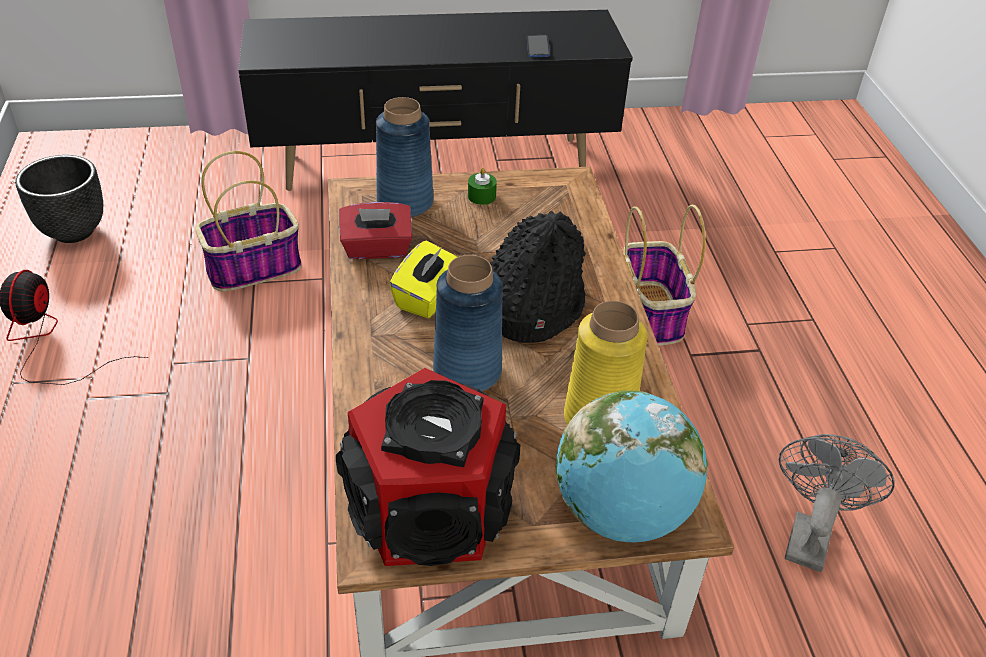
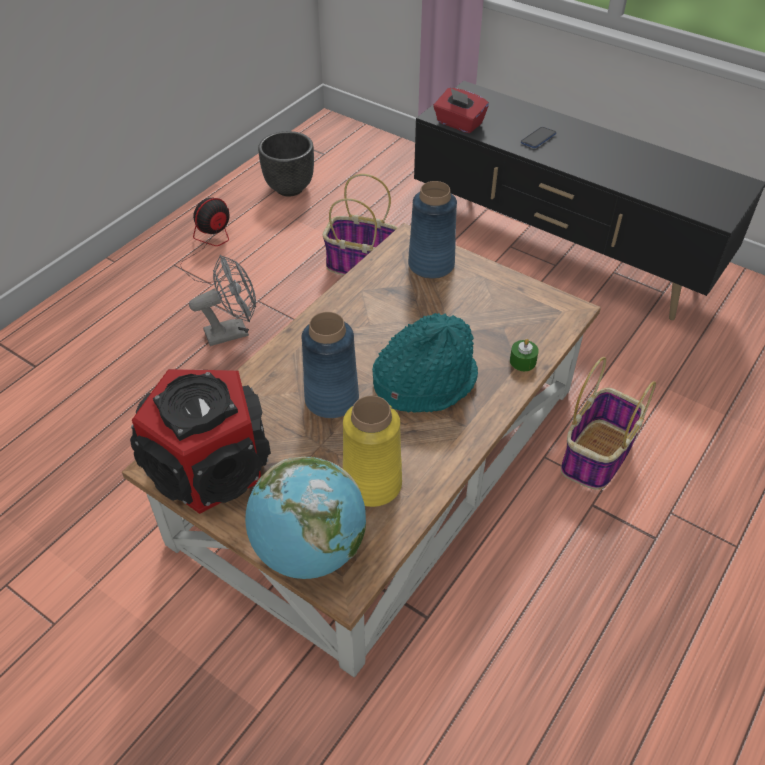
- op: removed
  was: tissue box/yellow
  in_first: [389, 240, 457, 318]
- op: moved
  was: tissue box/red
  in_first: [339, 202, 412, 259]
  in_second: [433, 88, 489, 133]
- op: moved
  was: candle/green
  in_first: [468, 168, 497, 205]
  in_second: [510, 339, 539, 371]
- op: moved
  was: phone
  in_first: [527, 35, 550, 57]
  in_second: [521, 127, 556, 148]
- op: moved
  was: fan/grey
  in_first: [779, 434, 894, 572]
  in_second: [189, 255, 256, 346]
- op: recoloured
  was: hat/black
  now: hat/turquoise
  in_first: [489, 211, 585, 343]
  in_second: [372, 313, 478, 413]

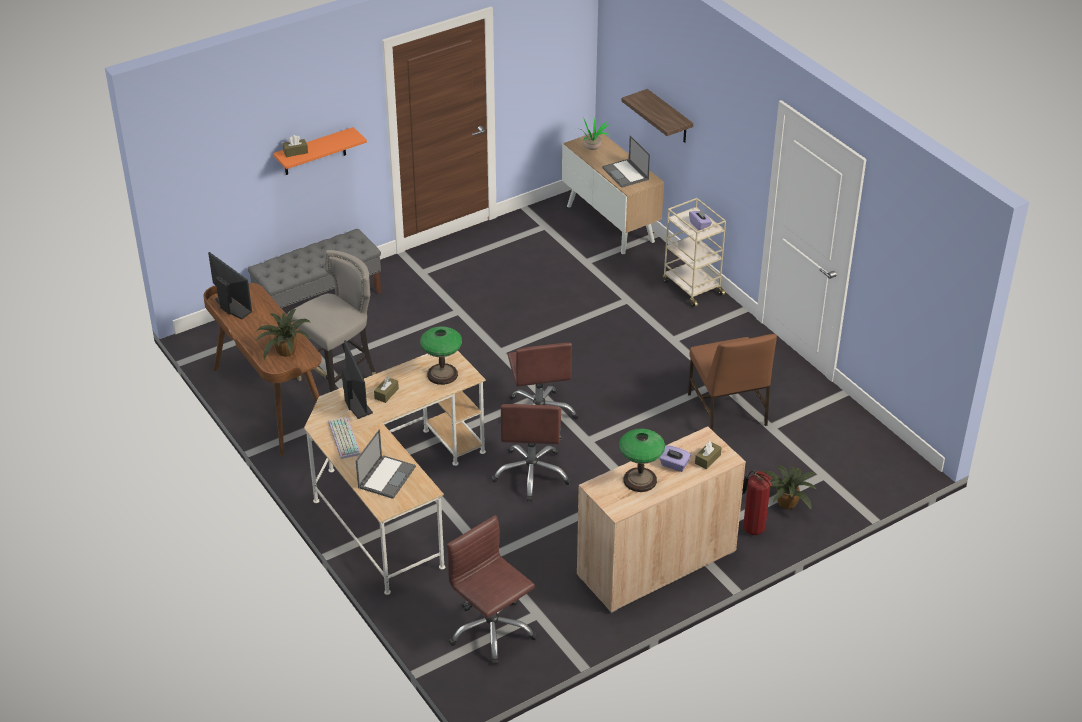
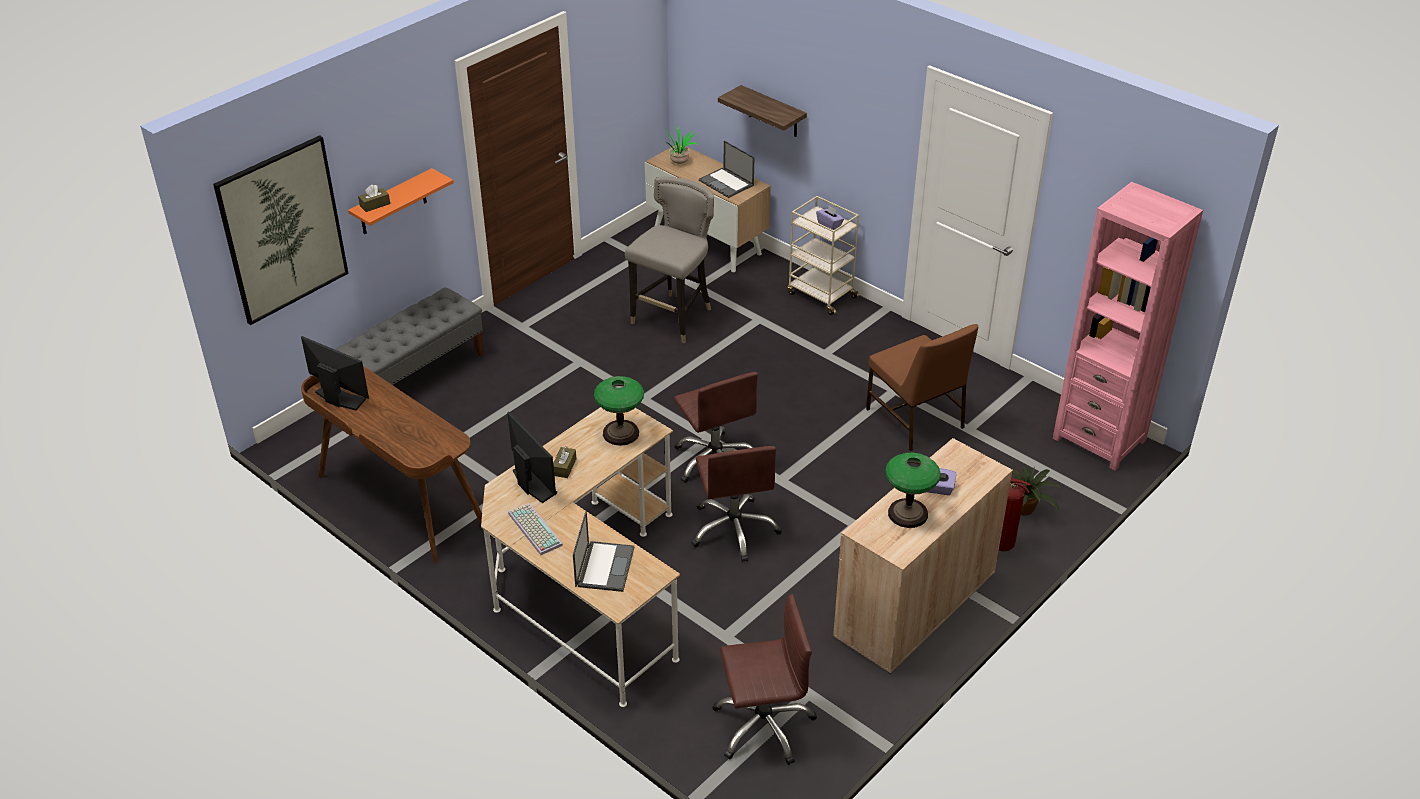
- op: removed
  was: potted plant
  in_first: [256, 309, 310, 359]
- op: removed
  was: tissue box/brown
  in_first: [695, 441, 722, 470]
- op: added
  now: picture
  in_second: [213, 135, 349, 325]
- op: added
  now: bookcase/pink
  in_second: [1053, 182, 1203, 471]
- op: moved
  was: stool/grey
  in_first: [287, 250, 376, 392]
  in_second: [625, 177, 714, 343]
- op: turned
  was: office chair/brown
  in_first: [447, 515, 537, 665]
  in_second: [712, 594, 817, 765]
  clockwise: 135

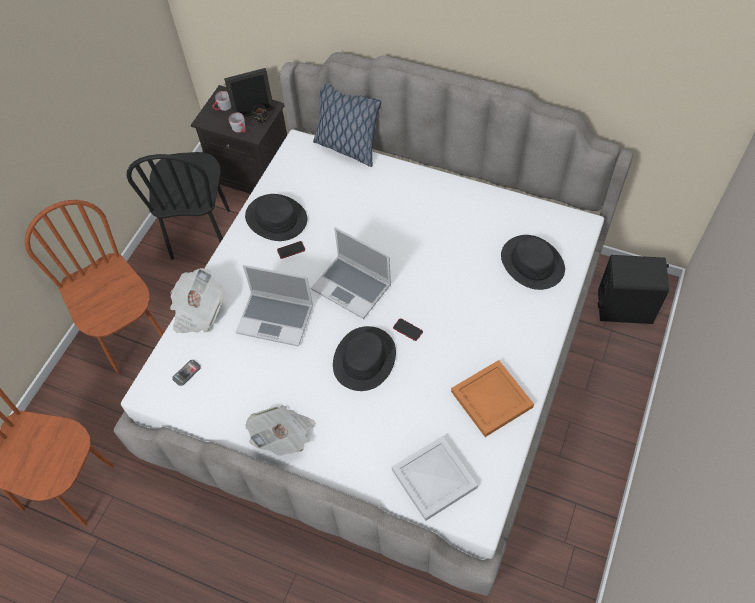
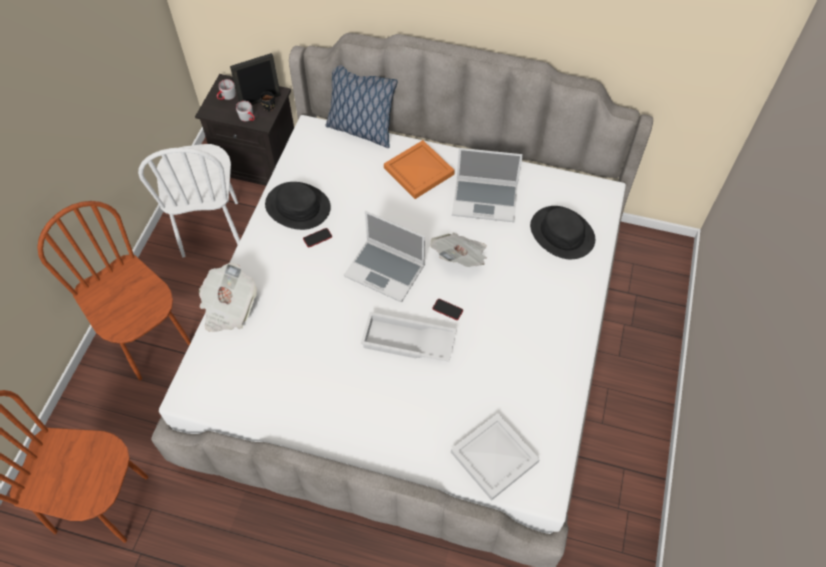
- op: removed
  was: phone
  in_first: [172, 360, 201, 386]
- op: removed
  was: speaker/black
  in_first: [598, 255, 669, 324]
- op: moved
  was: laptop
  in_first: [236, 265, 313, 347]
  in_second: [452, 148, 523, 222]
- op: moved
  was: newspaper
  in_first: [246, 405, 315, 456]
  in_second: [430, 233, 487, 267]
- op: moved
  was: tray/orange
  in_first: [451, 360, 534, 437]
  in_second: [384, 140, 455, 199]
- op: replaced
  was: hat/black
  now: tray/white
  in_first: [333, 326, 396, 391]
  in_second: [361, 312, 457, 362]
- op: recoloured
  was: chair/black
  now: chair/white
  in_first: [127, 152, 230, 260]
  in_second: [138, 144, 240, 258]

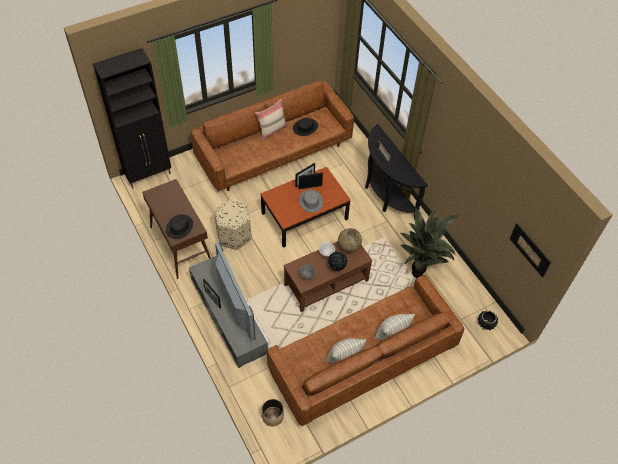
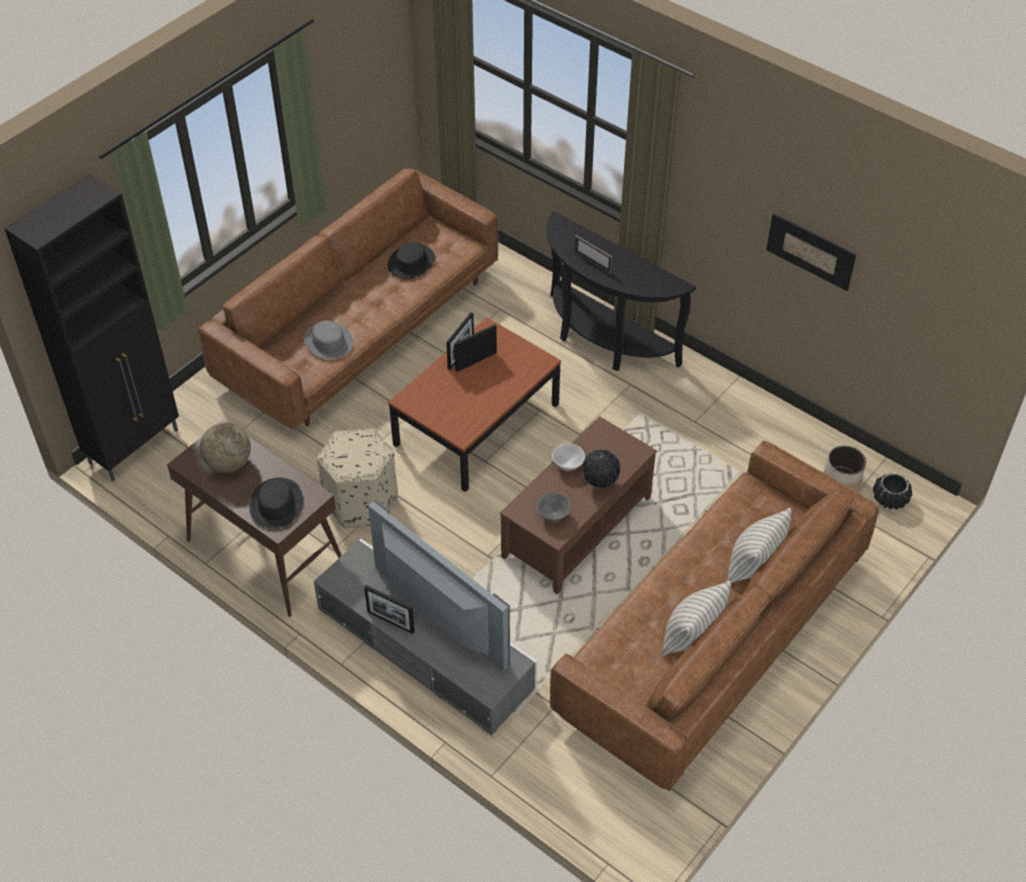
- op: removed
  was: pillow/beige
  in_first: [255, 99, 288, 140]
- op: removed
  was: potted plant
  in_first: [401, 208, 459, 278]
- op: moved
  was: planter
  in_first: [262, 399, 284, 426]
  in_second: [824, 446, 866, 491]
- op: moved
  was: hat/grey
  in_first: [299, 190, 323, 212]
  in_second: [304, 320, 353, 360]
- op: moved
  was: globe
  in_first: [338, 228, 362, 252]
  in_second: [200, 423, 251, 473]
- op: moved
  was: picture
  in_first: [510, 224, 551, 278]
  in_second: [766, 214, 857, 291]

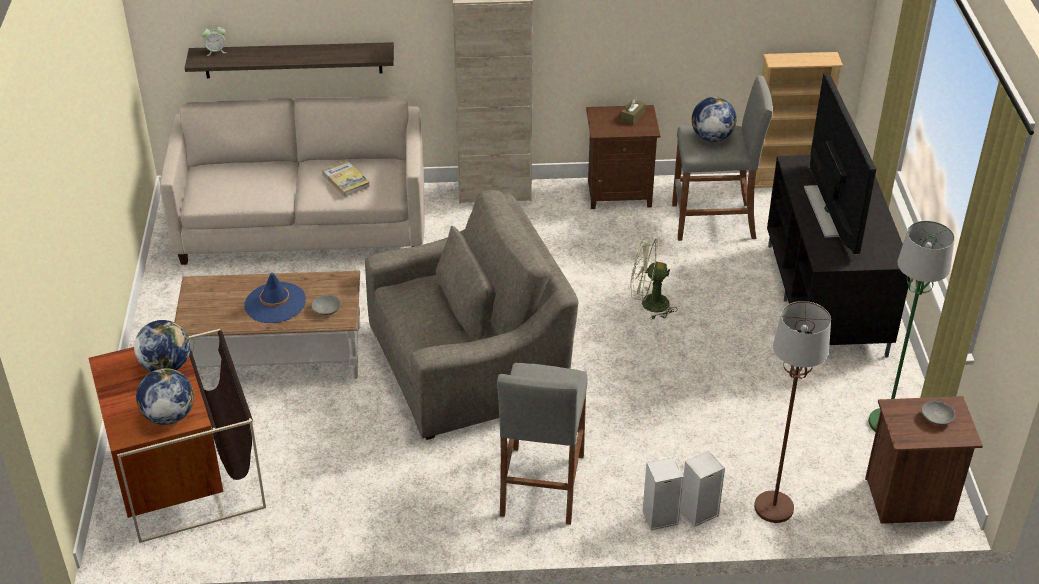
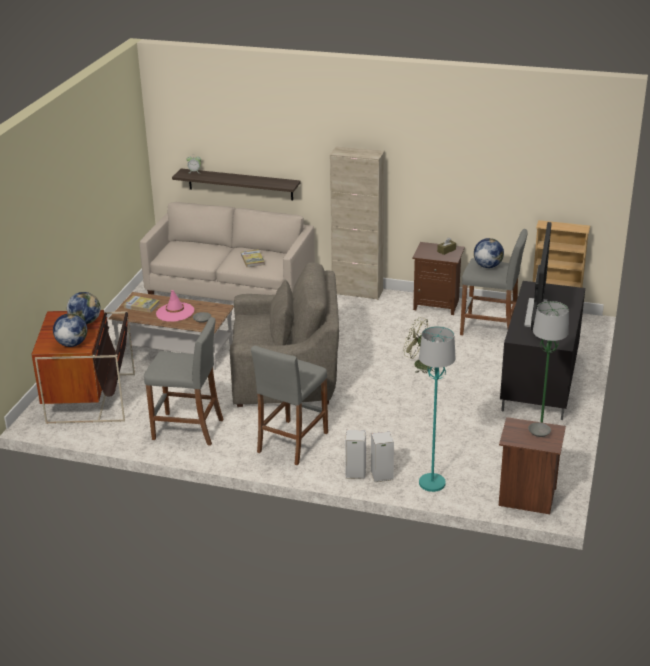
- op: added
  now: book
  in_second: [124, 296, 160, 313]
- op: added
  now: stool/grey
  in_second: [144, 317, 224, 446]
- op: recoloured
  was: hat/blue
  now: hat/pink
  in_first: [244, 273, 306, 323]
  in_second: [156, 290, 194, 322]
- op: recoloured
  was: floor lamp/brown
  now: floor lamp/turquoise
  in_first: [754, 301, 831, 523]
  in_second: [419, 326, 456, 492]

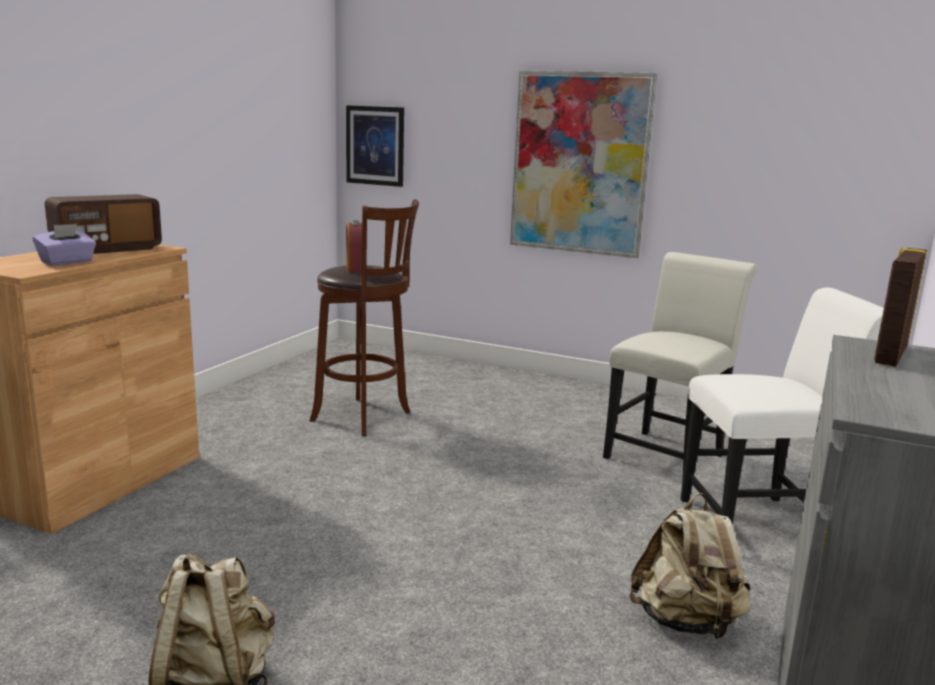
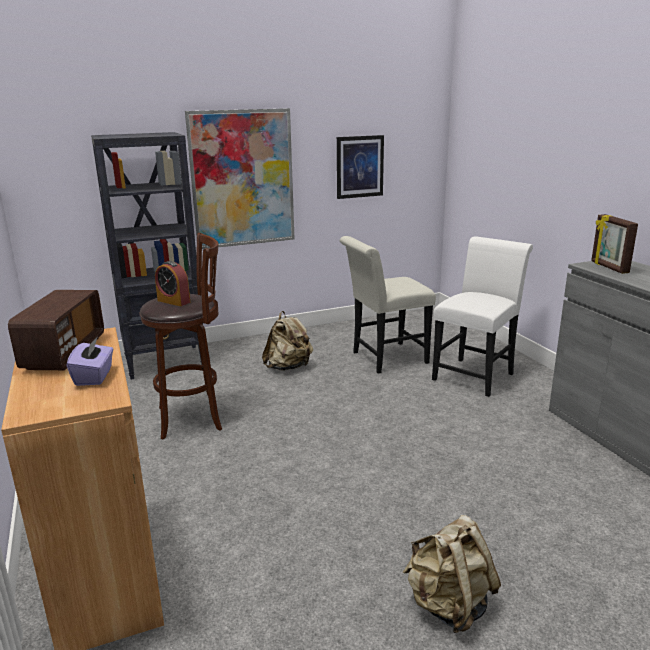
- op: added
  now: bookcase/black
  in_second: [91, 132, 202, 380]
- op: moved
  was: picture
  in_first: [346, 105, 404, 187]
  in_second: [337, 135, 384, 199]
- op: moved
  was: backpack/beige
  in_first: [629, 493, 751, 639]
  in_second: [262, 311, 313, 371]
- op: turned
  was: chair/white
  in_first: [603, 252, 757, 473]
  in_second: [340, 236, 436, 373]
  clockwise: -105

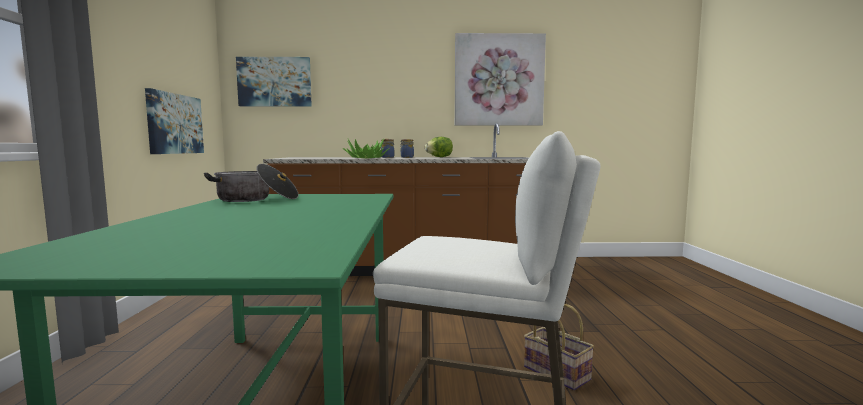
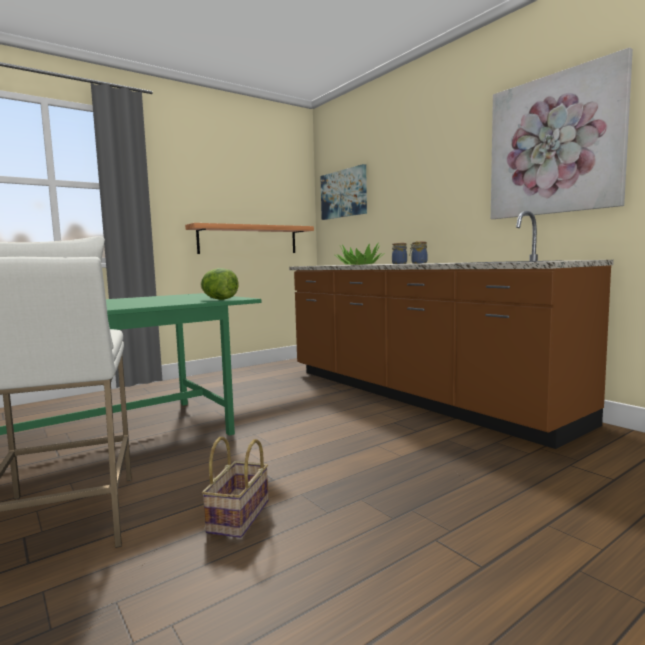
- op: removed
  was: cooking pot
  in_first: [204, 164, 299, 202]
- op: moved
  was: lettuce
  in_first: [425, 137, 453, 157]
  in_second: [200, 268, 239, 300]
- op: replaced
  was: picture
  now: shelf
  in_first: [145, 88, 204, 154]
  in_second: [185, 223, 314, 254]

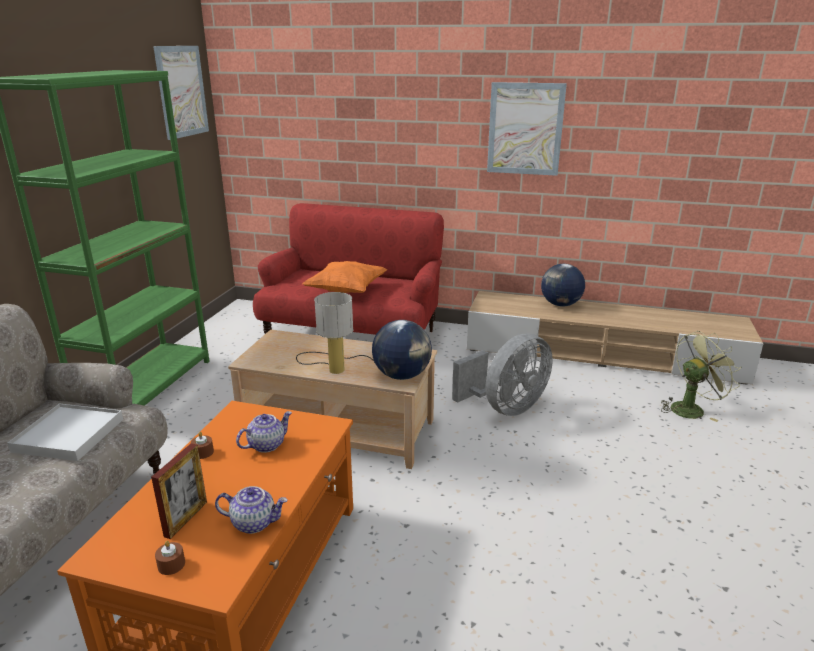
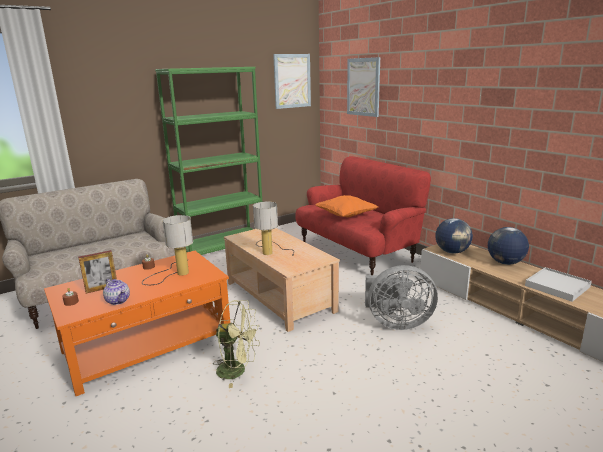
- op: moved
  was: tray/white
  in_first: [7, 403, 123, 461]
  in_second: [525, 267, 592, 302]
- op: moved
  was: globe
  in_first: [372, 320, 432, 380]
  in_second: [435, 218, 473, 254]
- op: moved
  was: picture
  in_first: [487, 82, 567, 176]
  in_second: [347, 57, 380, 117]
- op: moved
  was: fan/green
  in_first: [661, 331, 741, 422]
  in_second: [213, 300, 260, 388]
- op: replaced
  was: teapot
  now: table lamp
  in_first: [236, 411, 292, 453]
  in_second: [142, 215, 193, 285]

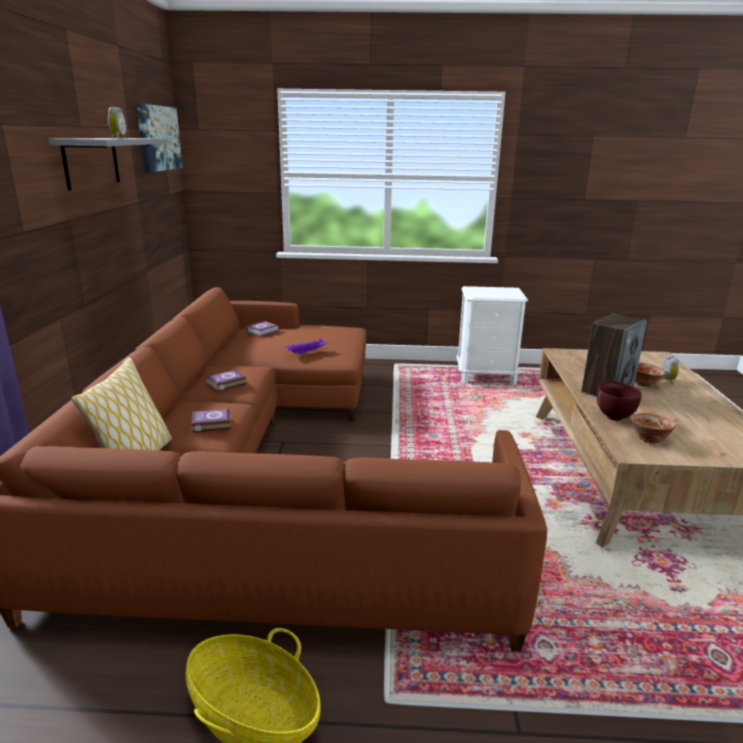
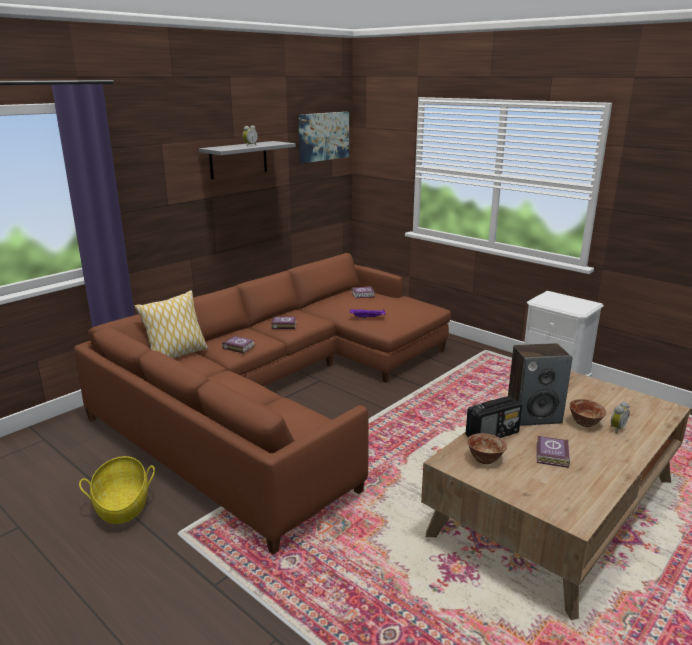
- op: added
  now: book
  in_second: [537, 436, 570, 468]
- op: replaced
  was: bowl/brown
  now: radio
  in_first: [597, 380, 641, 421]
  in_second: [466, 396, 522, 438]

